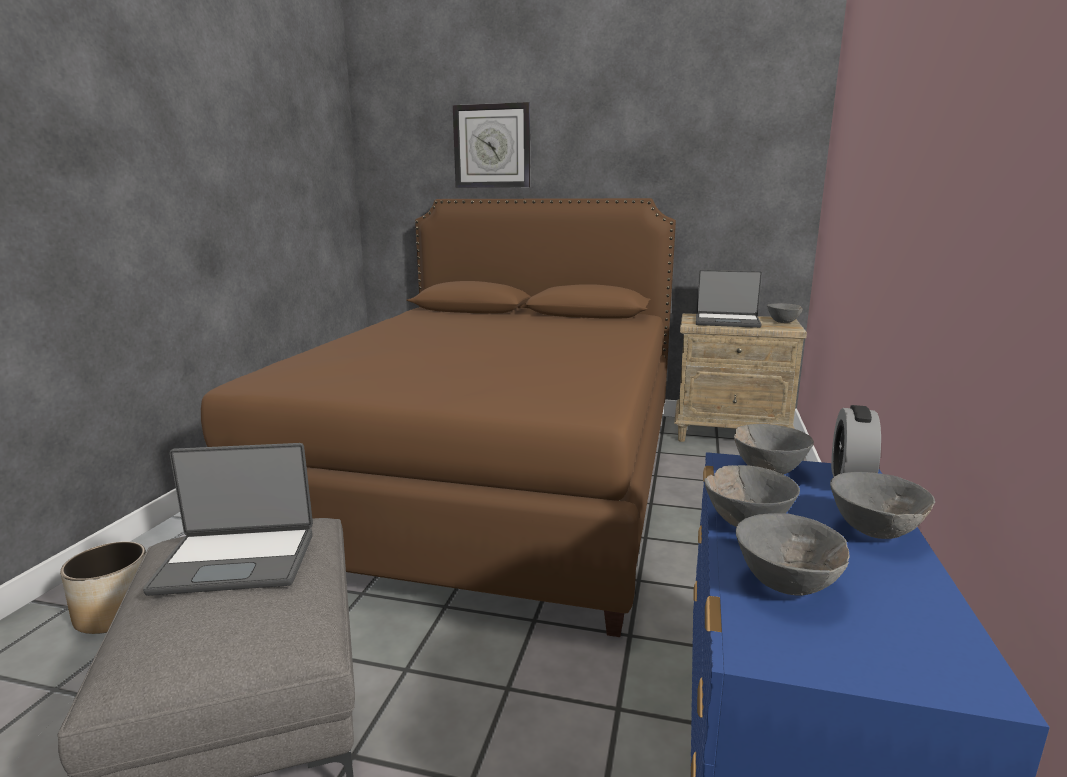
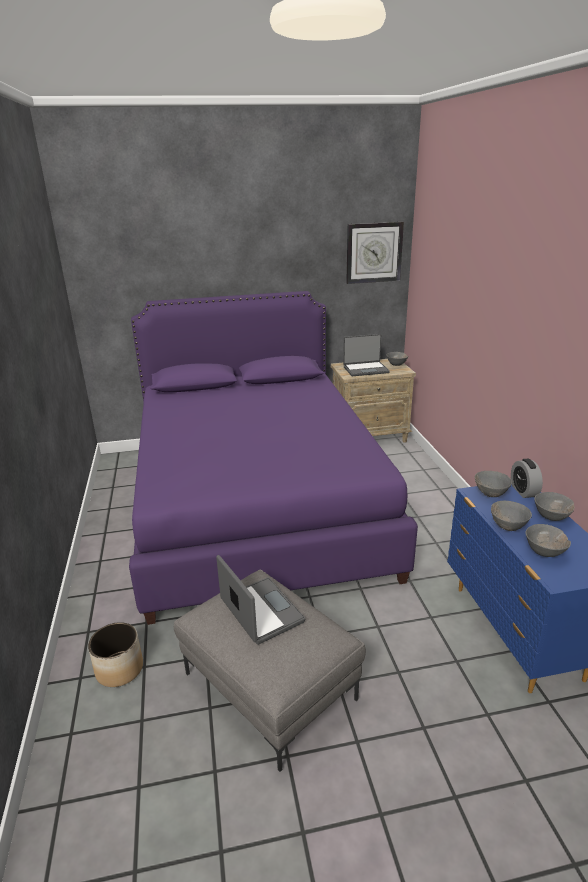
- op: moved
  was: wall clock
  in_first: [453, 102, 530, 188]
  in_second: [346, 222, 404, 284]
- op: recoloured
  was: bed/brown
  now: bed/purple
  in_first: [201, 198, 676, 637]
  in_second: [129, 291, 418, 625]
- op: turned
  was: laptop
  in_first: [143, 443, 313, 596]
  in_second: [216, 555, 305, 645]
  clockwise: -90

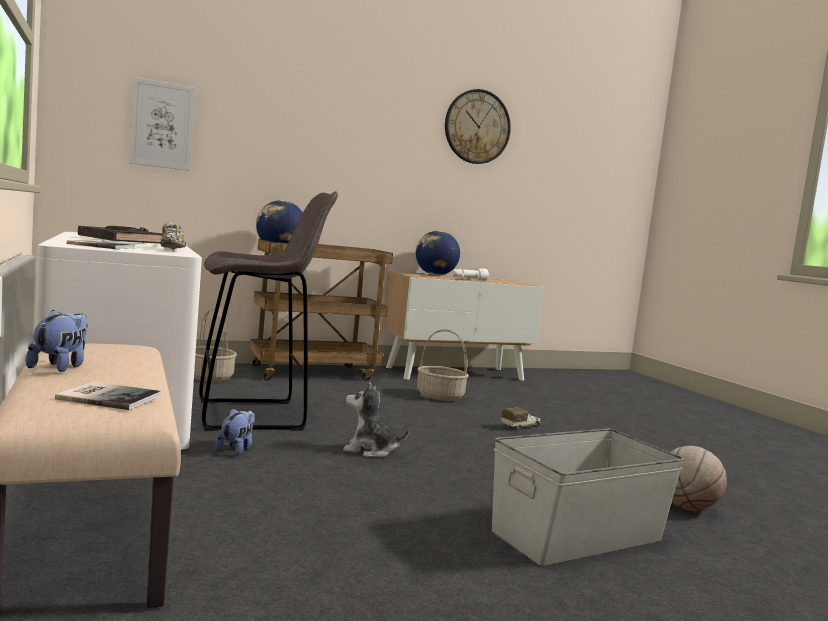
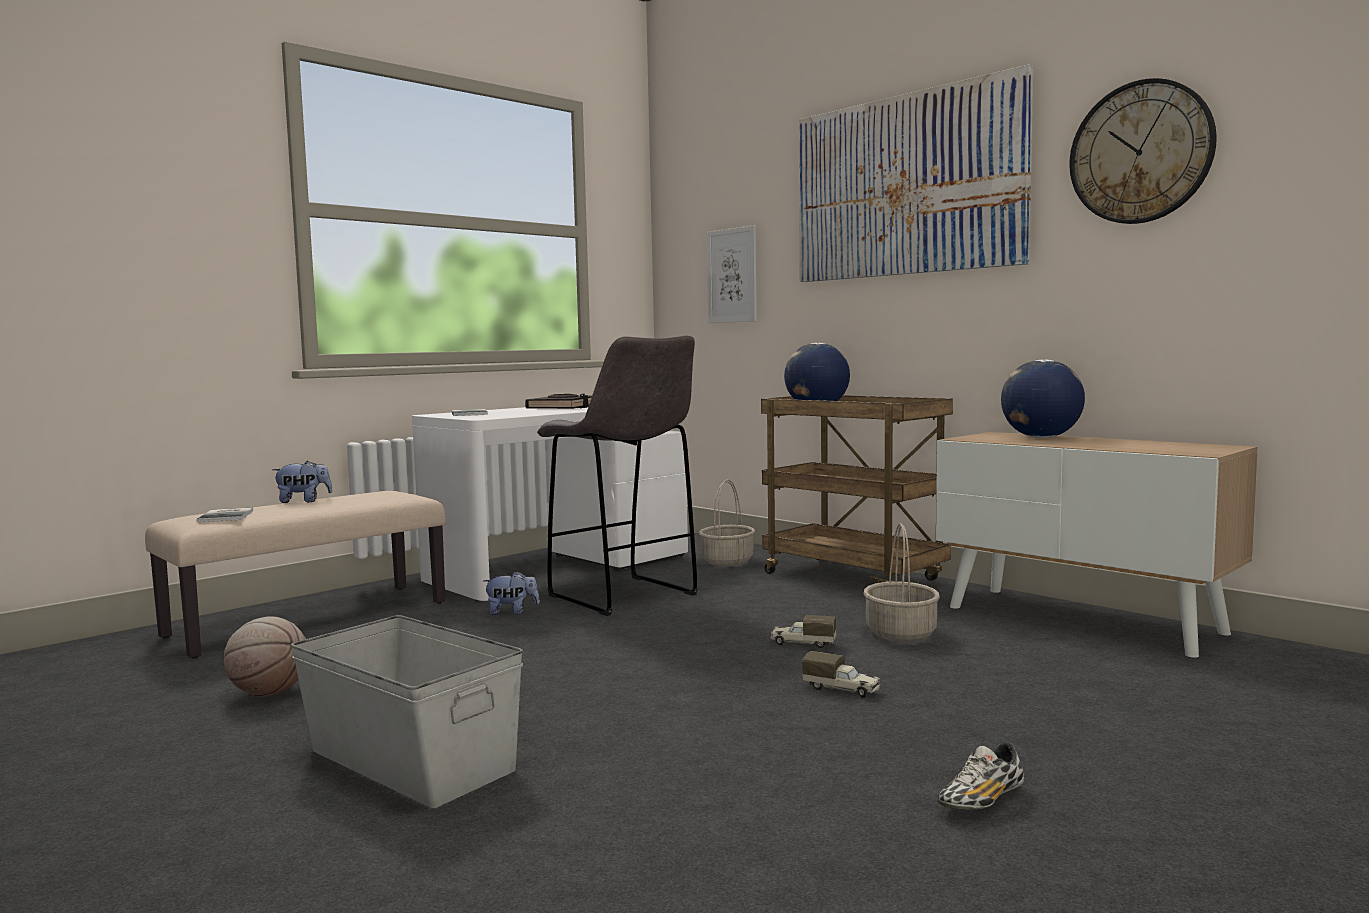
- op: removed
  was: plush toy
  in_first: [343, 382, 409, 458]
- op: removed
  was: flashlight/white
  in_first: [451, 268, 489, 281]
- op: added
  now: toy truck
  in_second: [770, 615, 837, 648]
- op: added
  now: picture
  in_second: [799, 64, 1034, 282]
- op: moved
  was: shoe
  in_first: [161, 222, 186, 250]
  in_second: [937, 742, 1024, 810]
- op: moved
  was: basketball
  in_first: [671, 446, 727, 511]
  in_second: [224, 617, 306, 697]

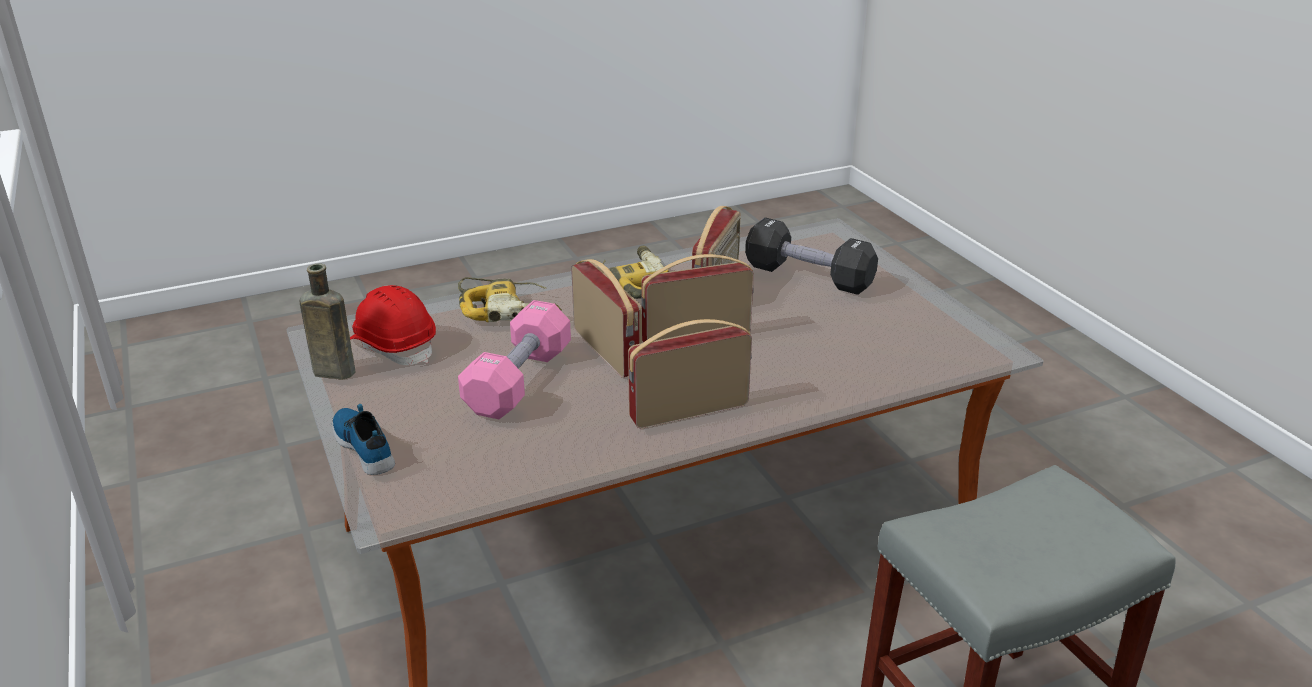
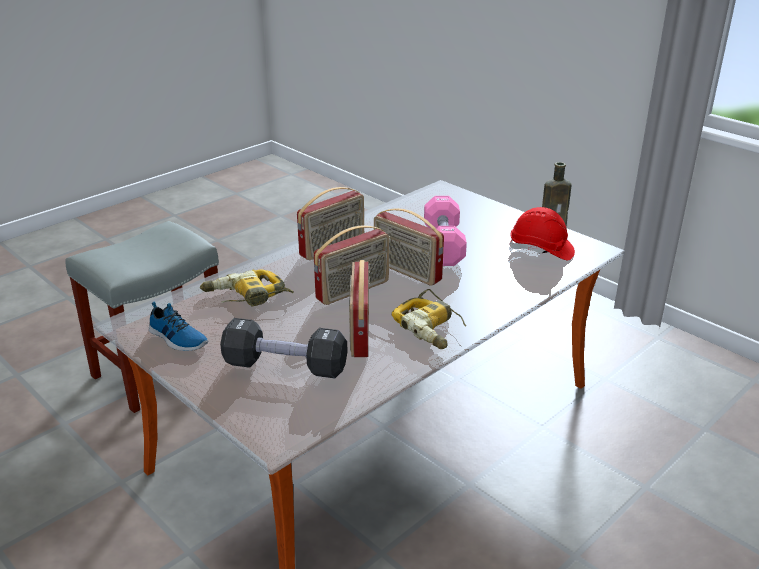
- op: moved
  was: shoe
  in_first: [332, 404, 395, 475]
  in_second: [149, 302, 209, 351]
- op: moved
  was: power drill
  in_first: [458, 277, 562, 322]
  in_second: [200, 269, 294, 307]

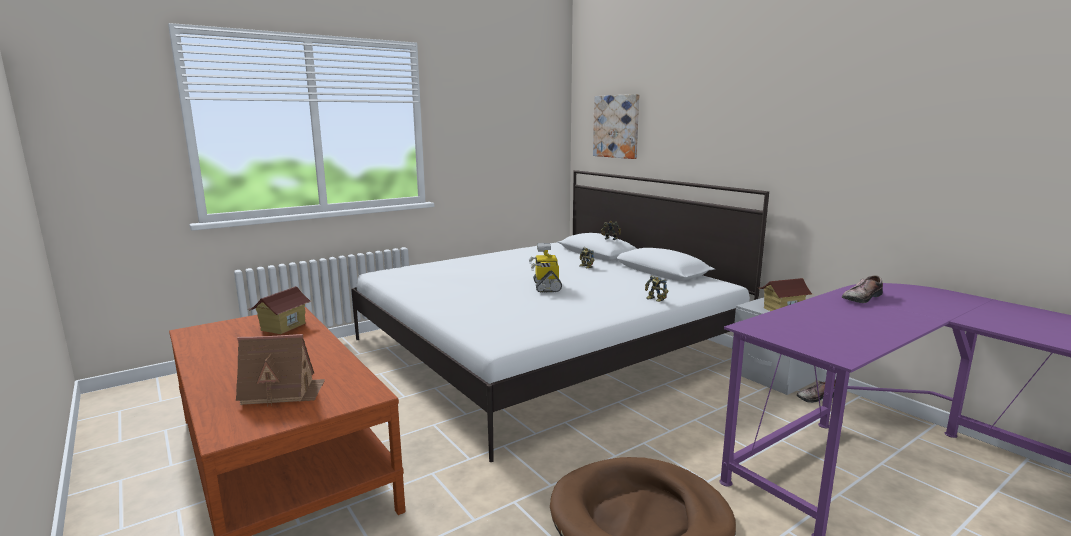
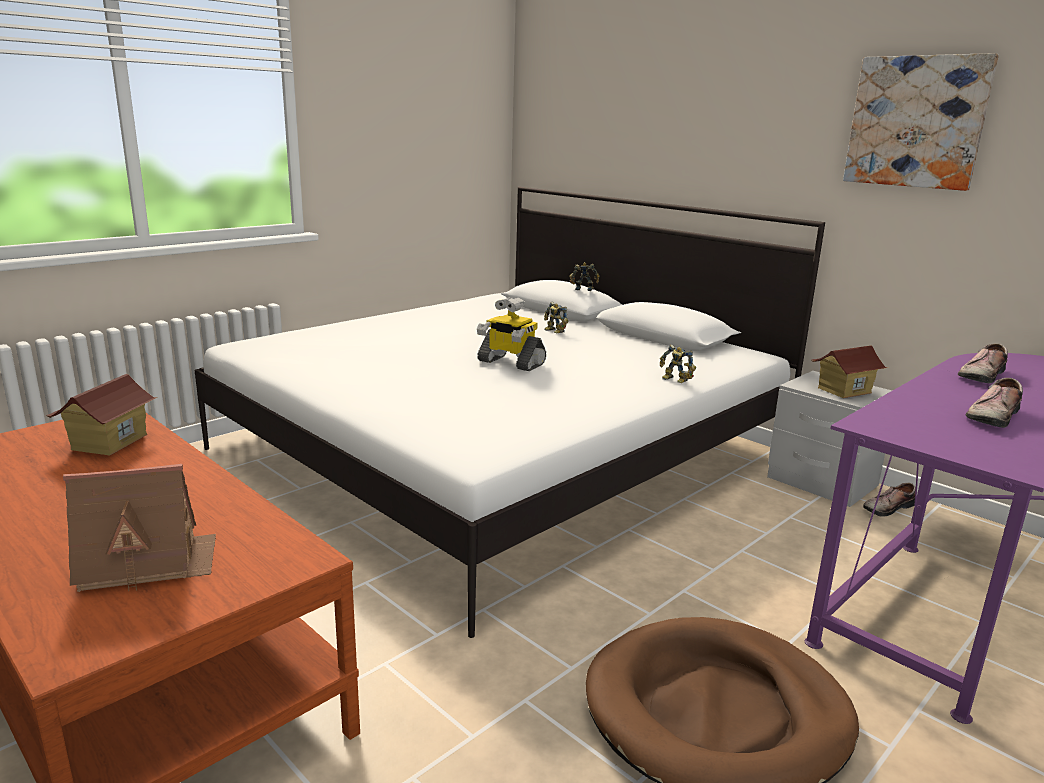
- op: added
  now: shoe
  in_second: [966, 378, 1023, 428]
- op: moved
  was: picture
  in_first: [593, 94, 639, 159]
  in_second: [843, 53, 999, 191]
- op: turned
  was: toy robot
  in_first: [529, 243, 562, 293]
  in_second: [477, 297, 546, 371]
  clockwise: -45

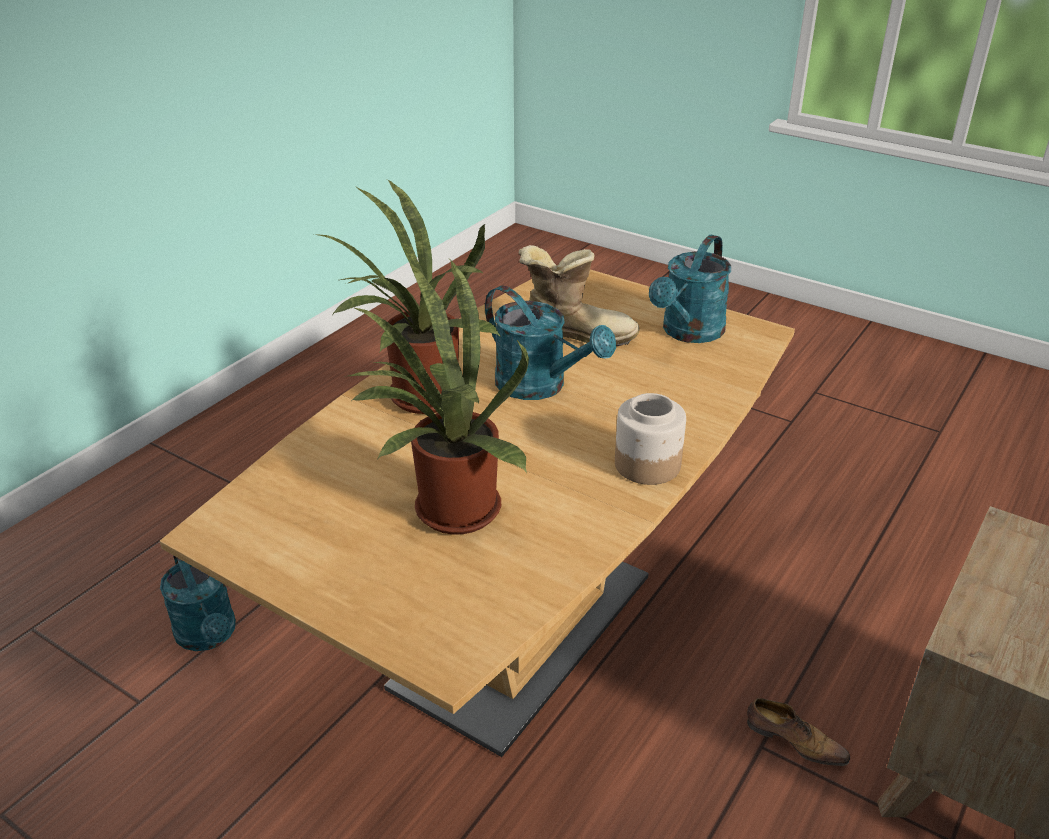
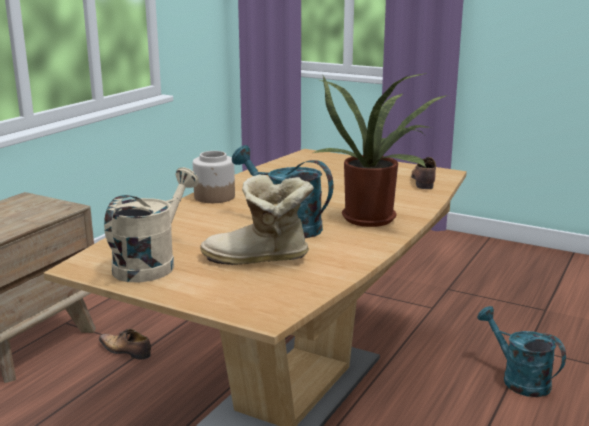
- op: removed
  was: potted plant
  in_first: [348, 260, 529, 535]
- op: added
  now: shoe
  in_second: [411, 157, 436, 189]
- op: recoloured
  was: watering can/turquoise
  now: watering can/beige
  in_first: [649, 234, 731, 343]
  in_second: [104, 167, 199, 282]

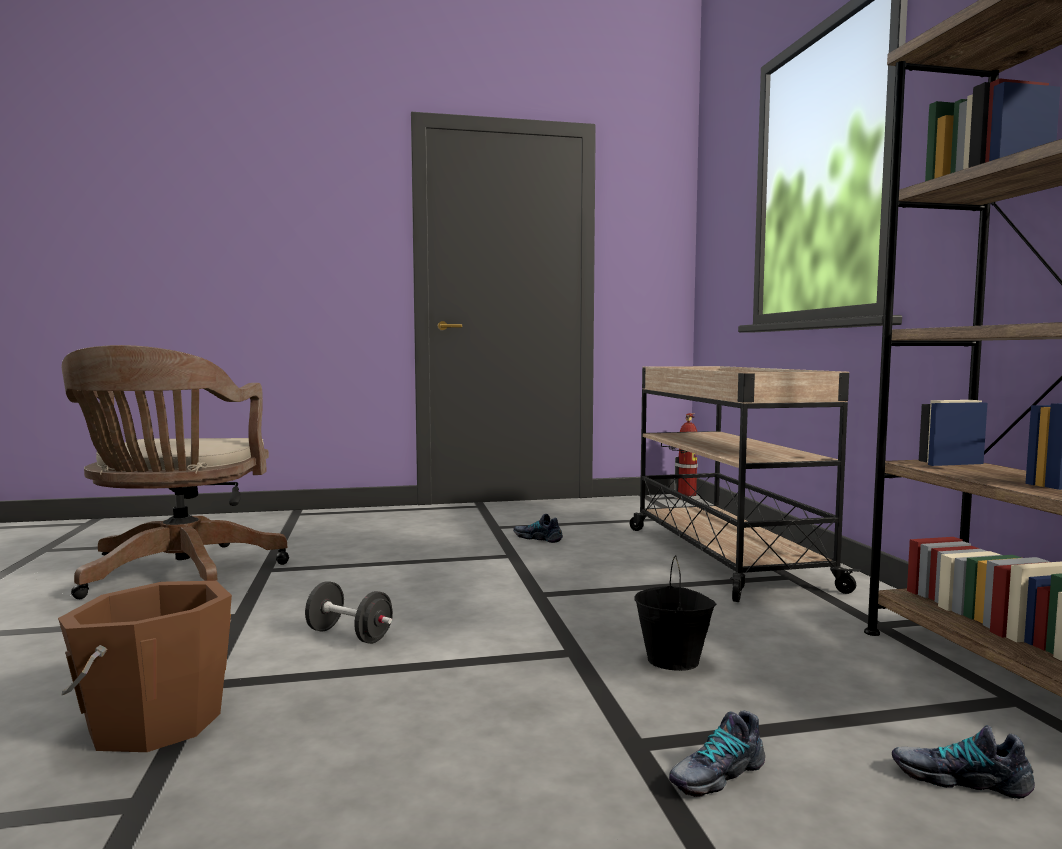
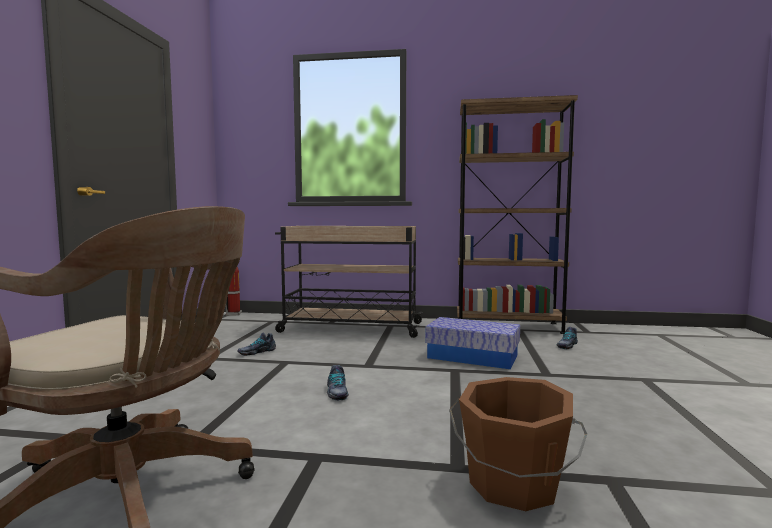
- op: removed
  was: dumbbell/black
  in_first: [305, 581, 393, 644]
- op: moved
  was: shoe
  in_first: [669, 711, 765, 797]
  in_second: [327, 365, 349, 401]
- op: replaced
  was: bucket/black
  now: storage box
  in_first: [634, 555, 716, 671]
  in_second: [425, 317, 520, 369]

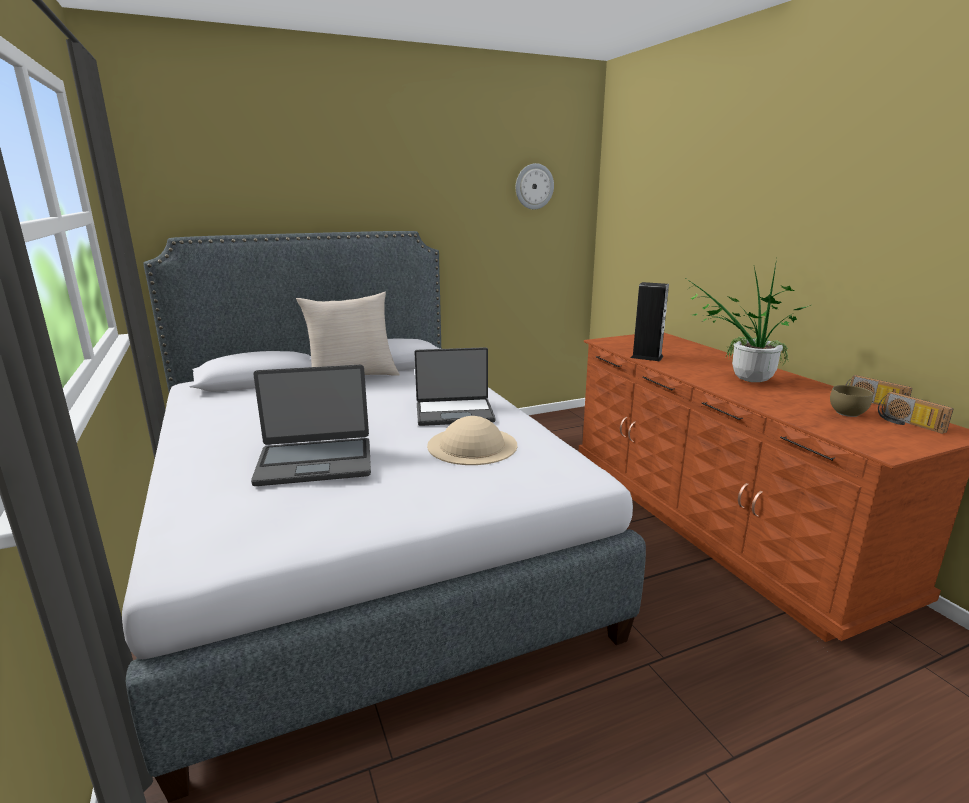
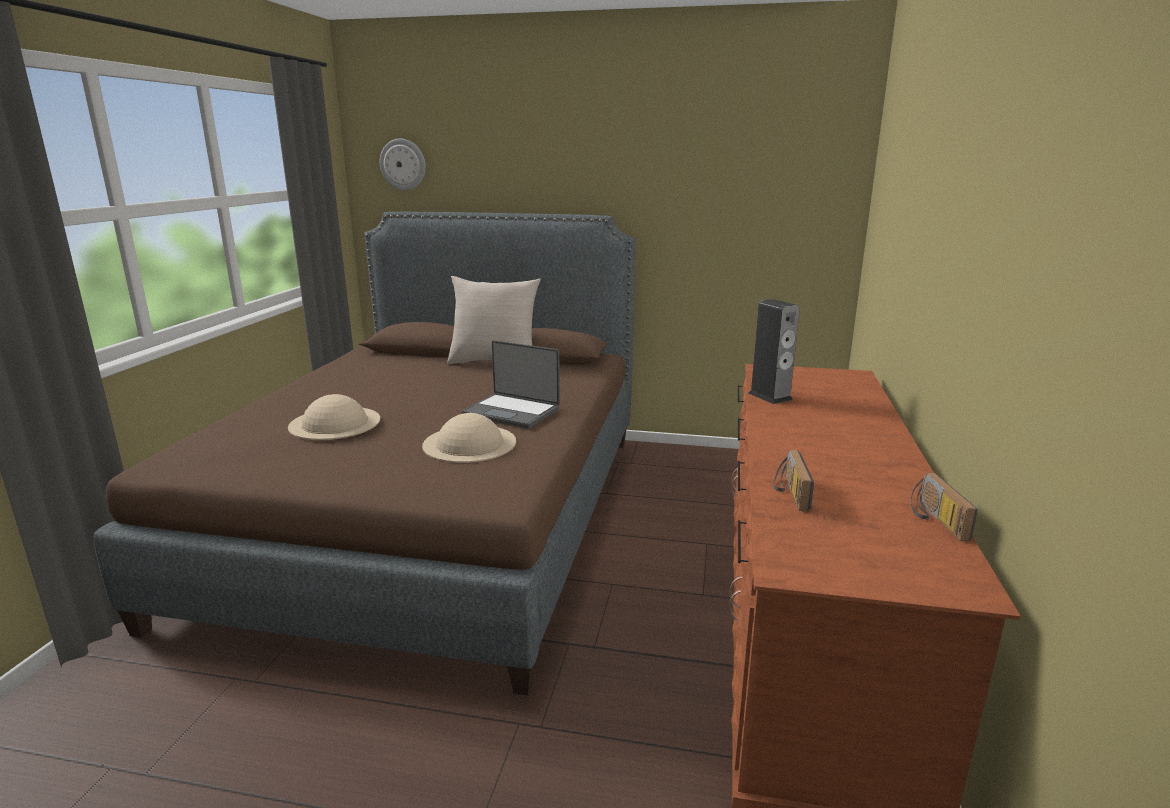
- op: removed
  was: potted plant
  in_first: [684, 259, 811, 382]
- op: removed
  was: bowl/brown
  in_first: [830, 385, 873, 417]
- op: moved
  was: wall clock
  in_first: [516, 163, 554, 209]
  in_second: [380, 139, 426, 190]
- op: moved
  was: radio
  in_first: [878, 392, 953, 434]
  in_second: [774, 450, 814, 511]
- op: replaced
  was: laptop
  now: hat/beige
  in_first: [251, 365, 371, 486]
  in_second: [288, 394, 380, 440]
- op: recoloured
  was: bed/grey
  now: bed/brown
  in_first: [122, 231, 646, 803]
  in_second: [93, 212, 636, 696]

